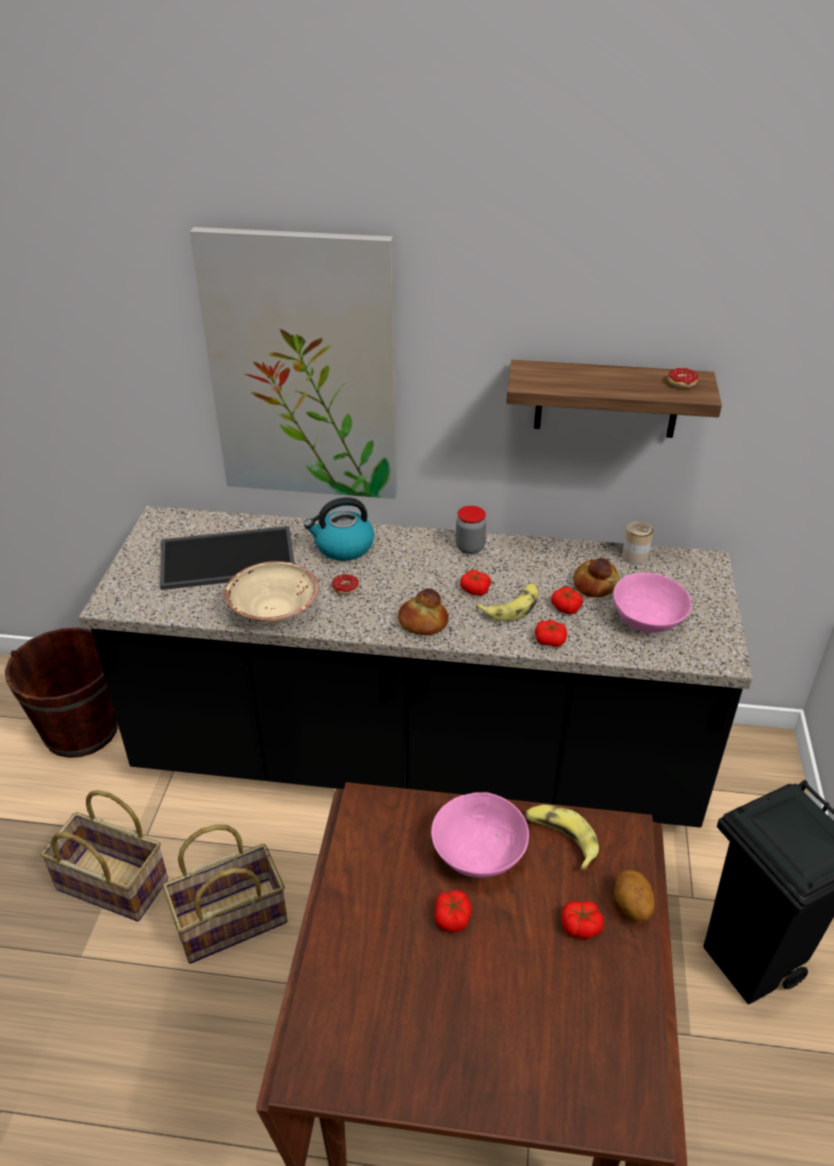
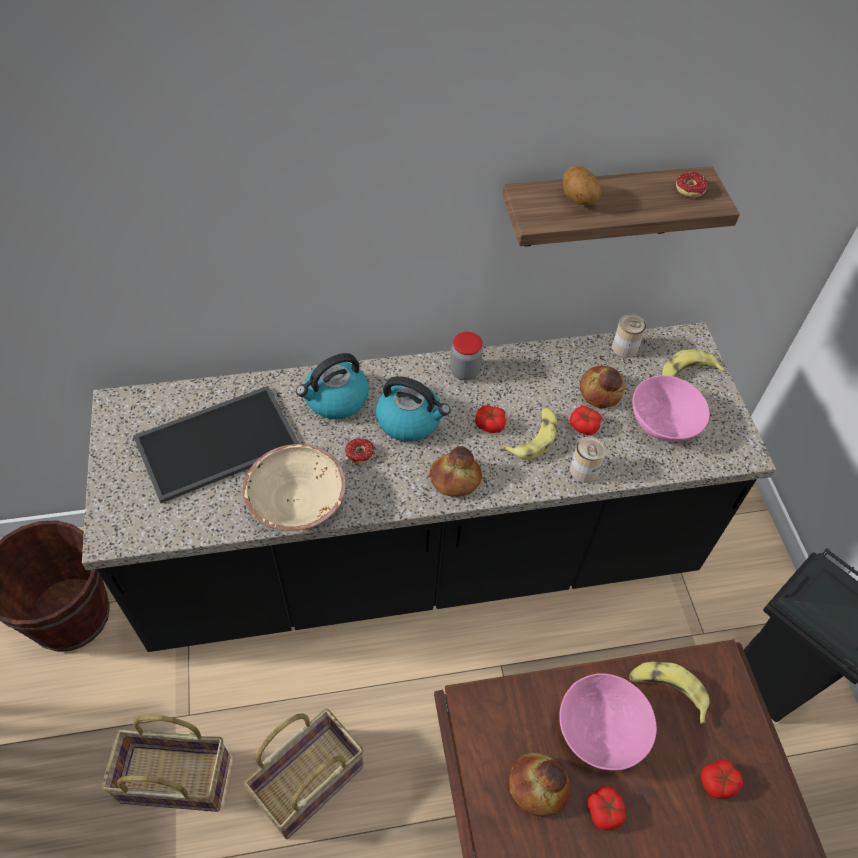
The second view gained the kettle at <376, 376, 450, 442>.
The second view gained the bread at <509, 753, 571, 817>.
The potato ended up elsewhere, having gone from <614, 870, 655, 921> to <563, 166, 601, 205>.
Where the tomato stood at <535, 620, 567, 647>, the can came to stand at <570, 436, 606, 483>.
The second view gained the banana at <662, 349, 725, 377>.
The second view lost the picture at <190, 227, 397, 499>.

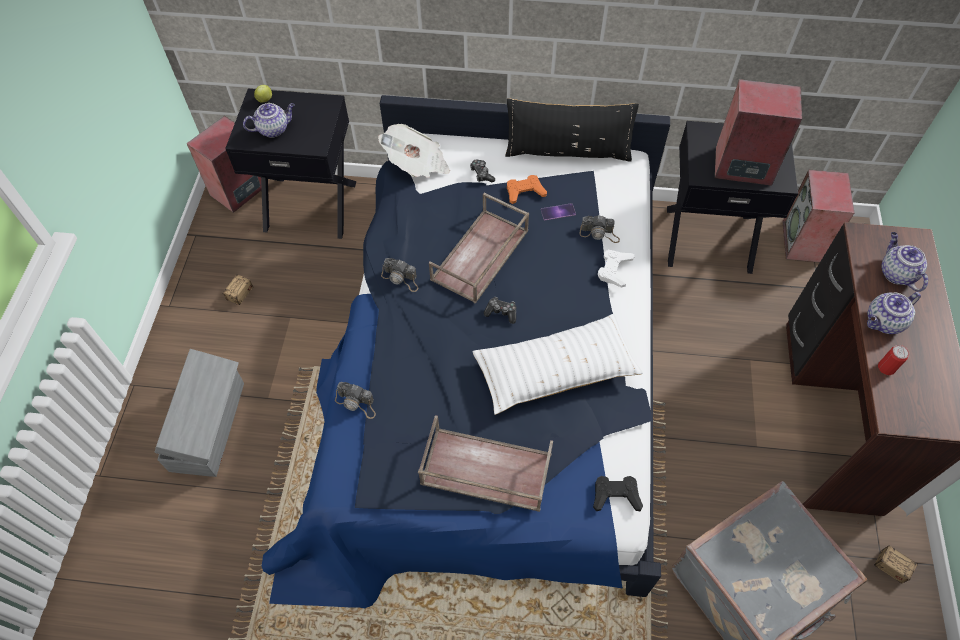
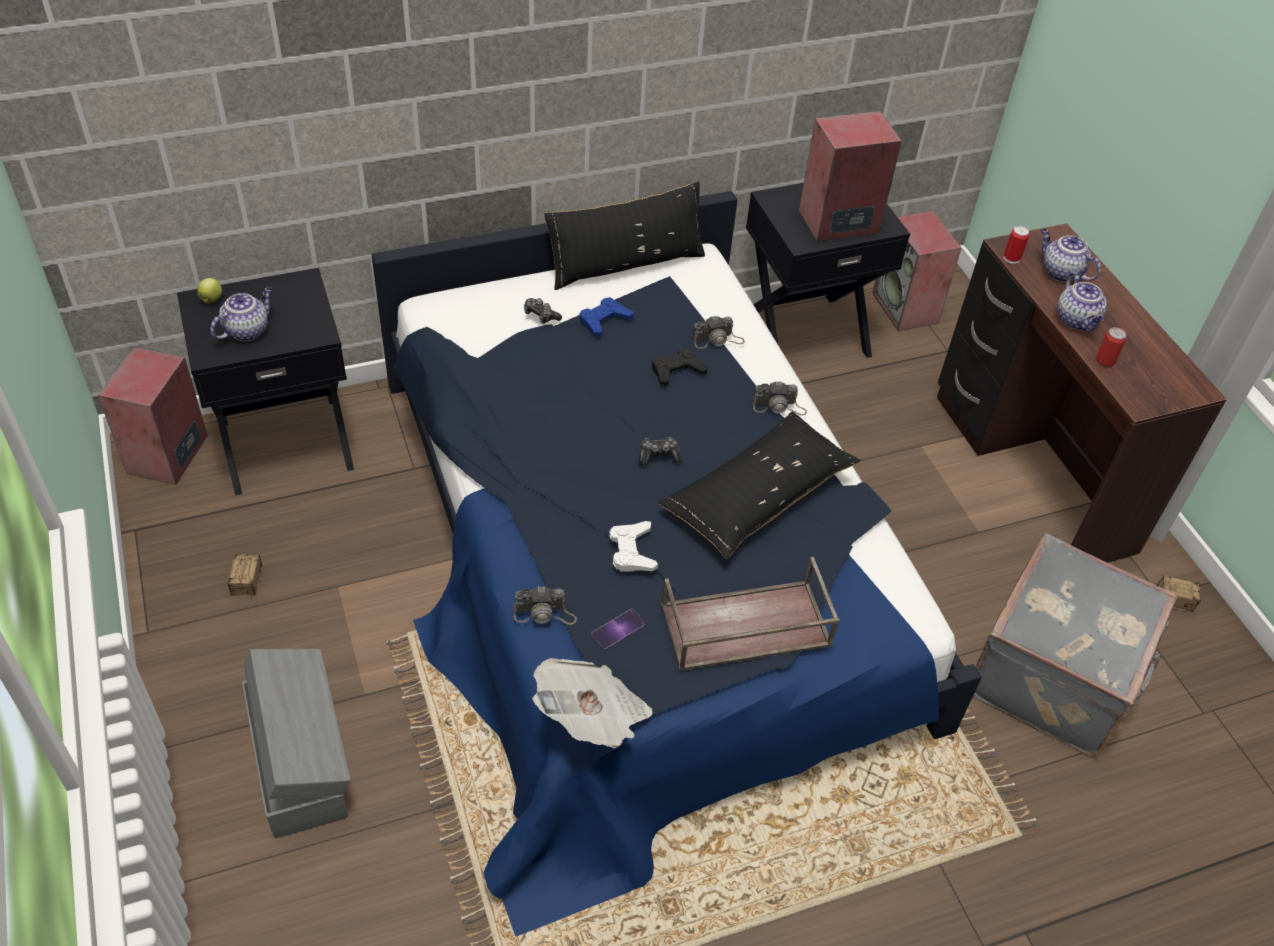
The newspaper ended up elsewhere, having gone from <378, 124, 450, 178> to <532, 658, 653, 748>.
What was the game controller/orange at <507, 175, 547, 204> turned into the game controller/blue at <580, 297, 634, 337>.
The phone ended up elsewhere, having gone from <541, 203, 576, 220> to <591, 609, 646, 650>.
The game controller/white ended up elsewhere, having gone from <598, 250, 635, 287> to <609, 521, 658, 572>.
The game controller/black ended up elsewhere, having gone from <593, 476, 643, 511> to <652, 348, 708, 386>.
What was the pillow/white at <473, 314, 643, 415> turned into the pillow/black at <658, 412, 860, 559>.
The photo camera ended up elsewhere, having gone from <381, 258, 418, 292> to <753, 382, 807, 416>.
The second view gained the can at <1004, 226, 1029, 264>.
The teapot at <867, 292, 921, 334> ended up facing another way, 45 degrees counterclockwise from before.
The second view lost the tray/brown at <429, 193, 529, 304>.

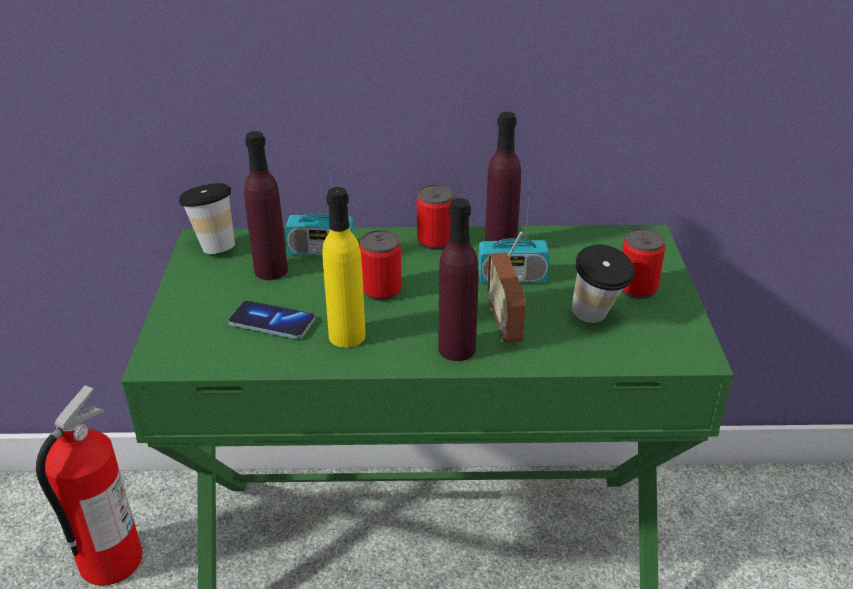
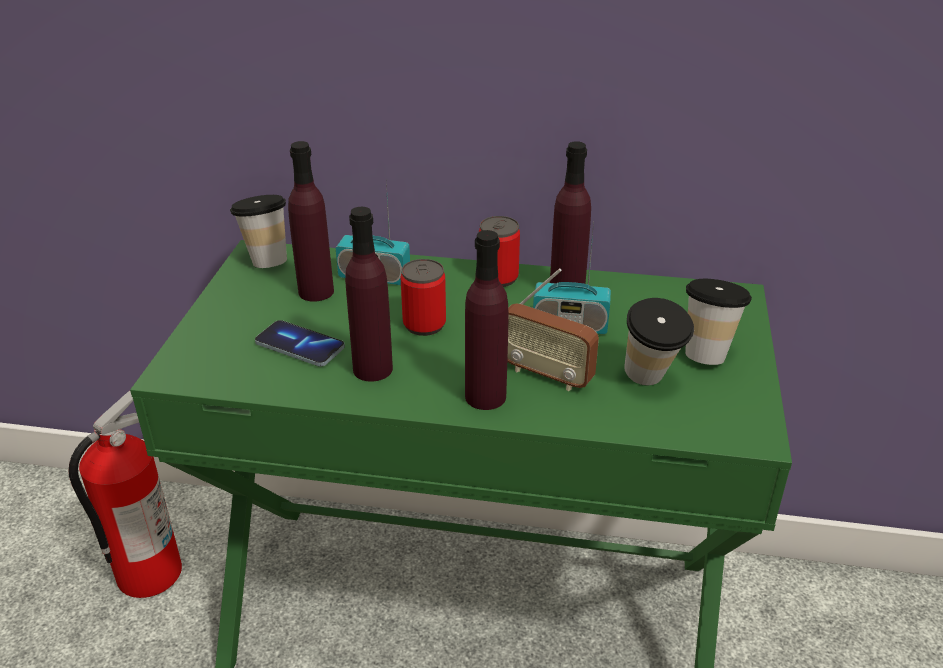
What was the bottle/yellow at <322, 187, 365, 348> turned into the bottle/purple at <345, 207, 393, 382>.
The radio at <487, 232, 526, 343> ended up facing another way, 60 degrees counterclockwise from before.
Where the can stood at <622, 228, 665, 299>, the cup came to stand at <685, 279, 752, 365>.

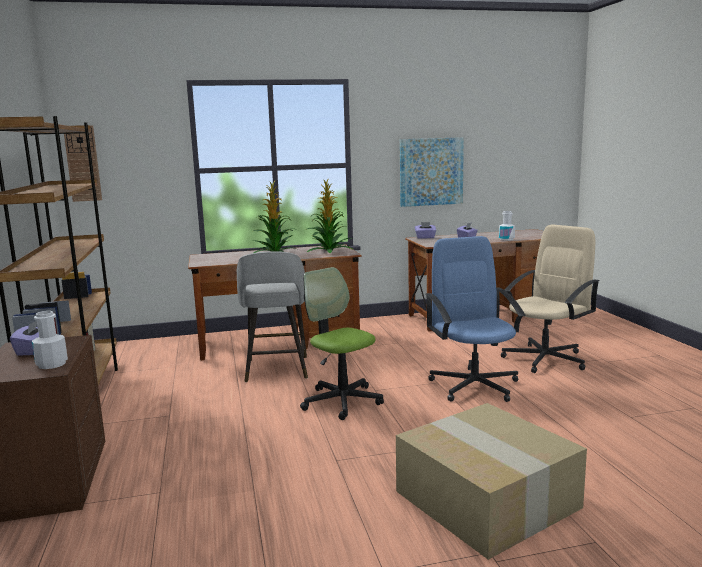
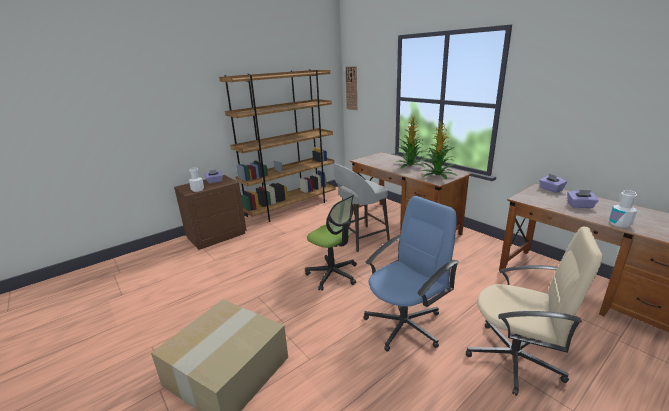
The office chair at <300, 267, 384, 420> ended up facing another way, 105 degrees clockwise from before.
The second view lost the picture at <400, 137, 464, 207>.

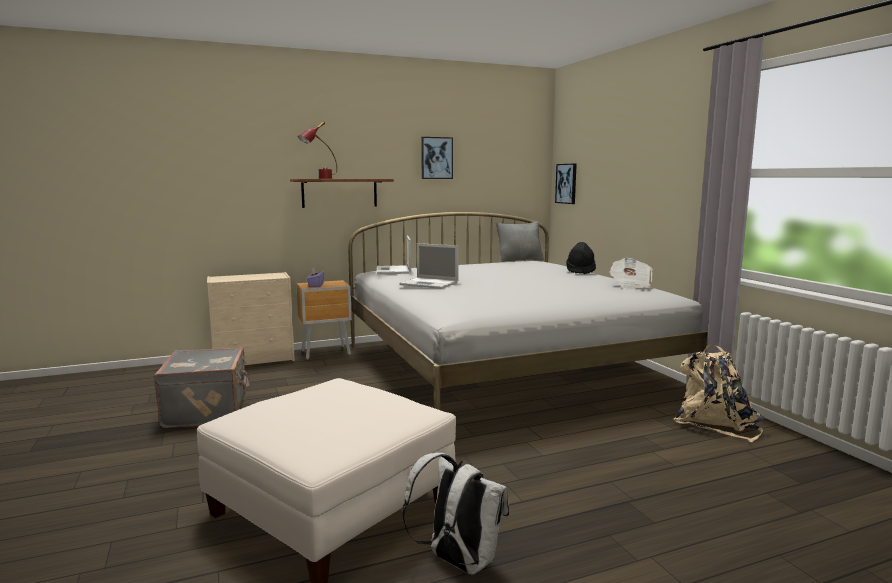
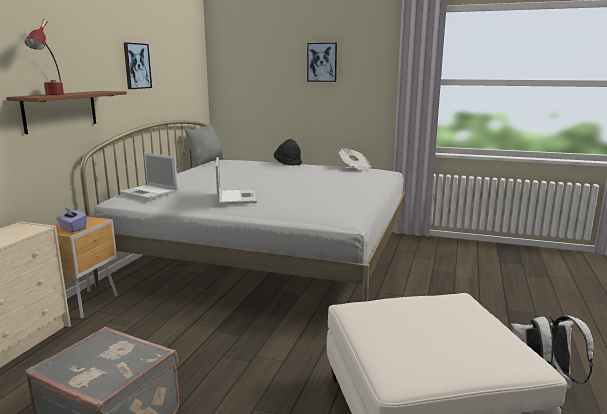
The laptop at <400, 243, 459, 289> ended up facing another way, 75 degrees counterclockwise from before.
The picture ended up elsewhere, having gone from <555, 164, 577, 204> to <307, 43, 337, 82>.
The second view lost the backpack/beige at <673, 344, 764, 442>.

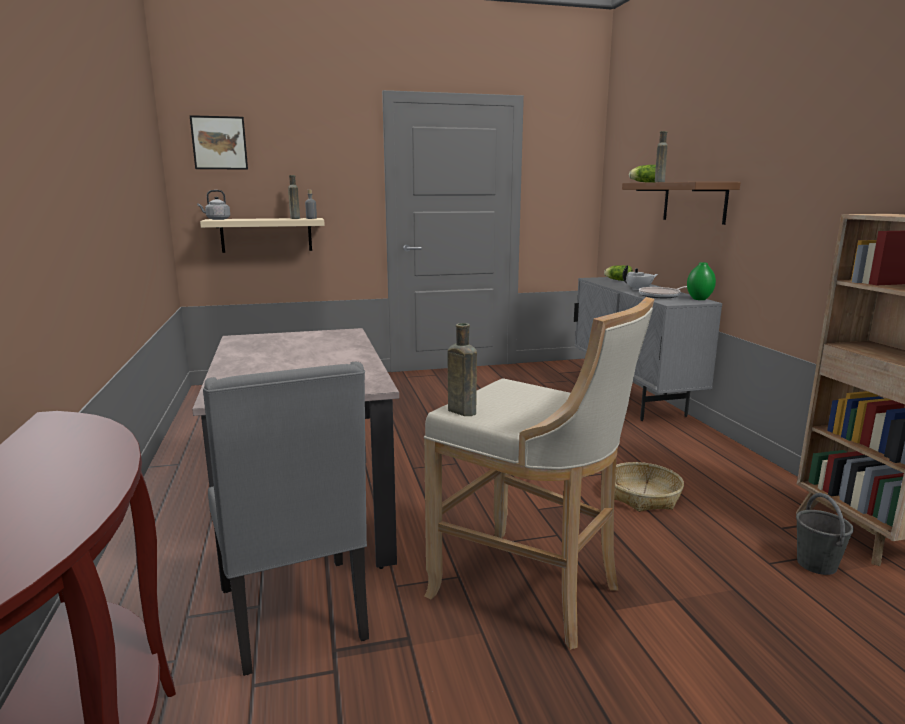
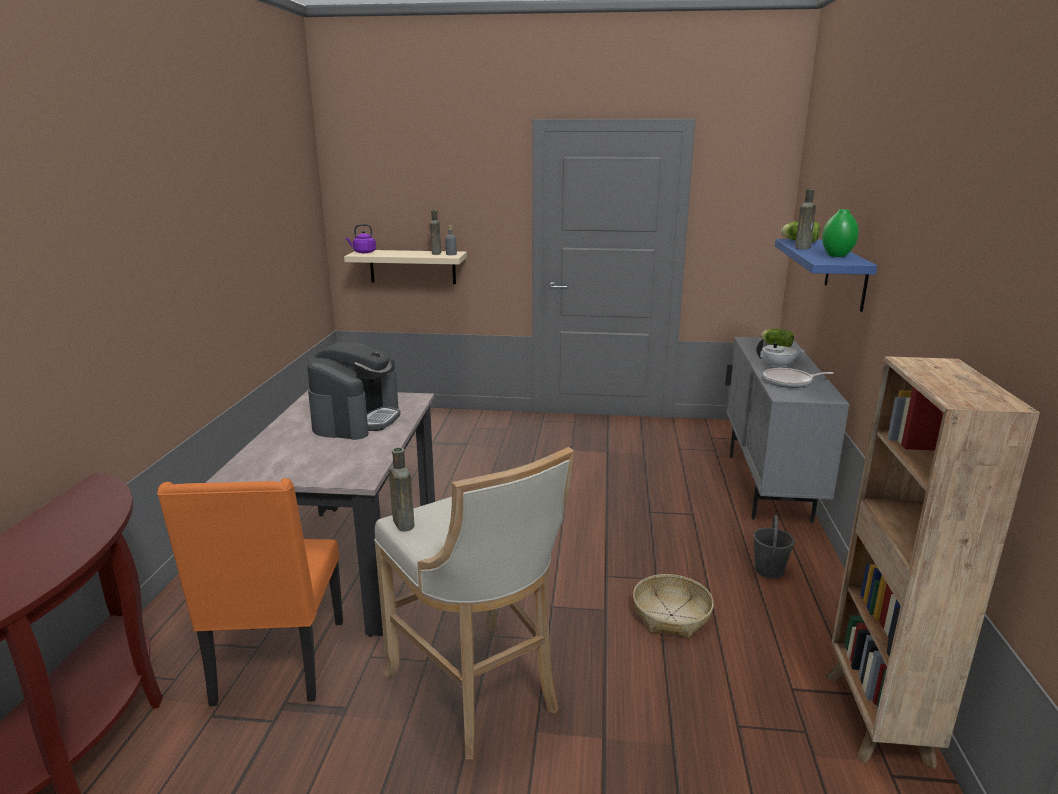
What was the chair/grey at <203, 362, 369, 676> turned into the chair/orange at <157, 478, 343, 706>.
The second view gained the coffee machine at <307, 342, 400, 440>.
What was the kettle/grey at <197, 190, 230, 220> turned into the kettle/purple at <346, 224, 376, 253>.
The bucket/grey ended up elsewhere, having gone from <796, 493, 854, 575> to <753, 515, 795, 578>.
What was the shelf/brown at <622, 182, 741, 225> turned into the shelf/blue at <775, 239, 877, 312>.
The vase/green ended up elsewhere, having gone from <687, 262, 716, 300> to <822, 209, 859, 257>.
The second view lost the picture at <190, 115, 248, 170>.

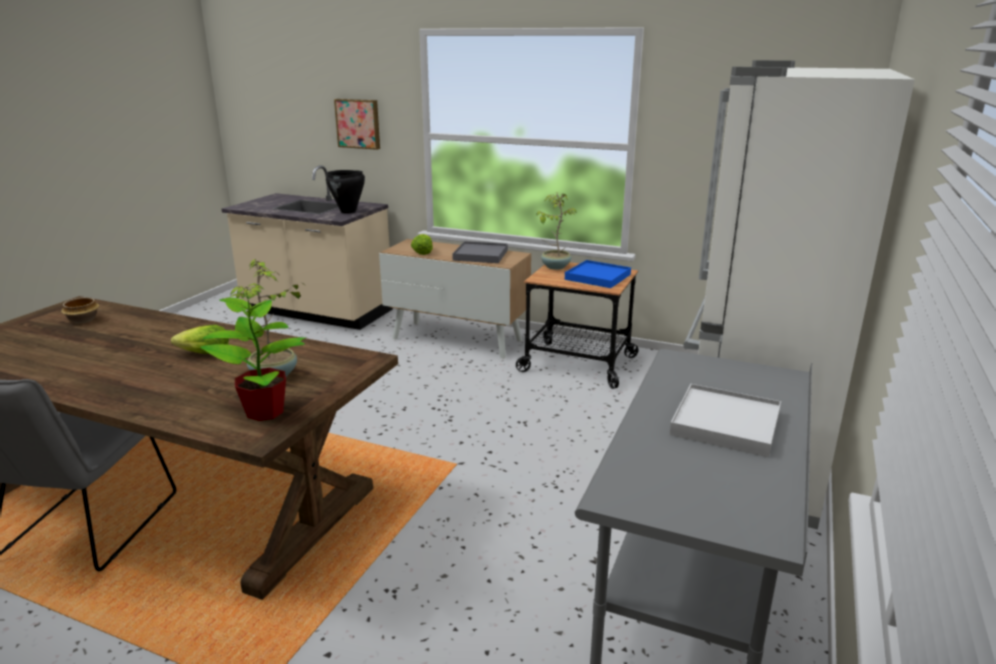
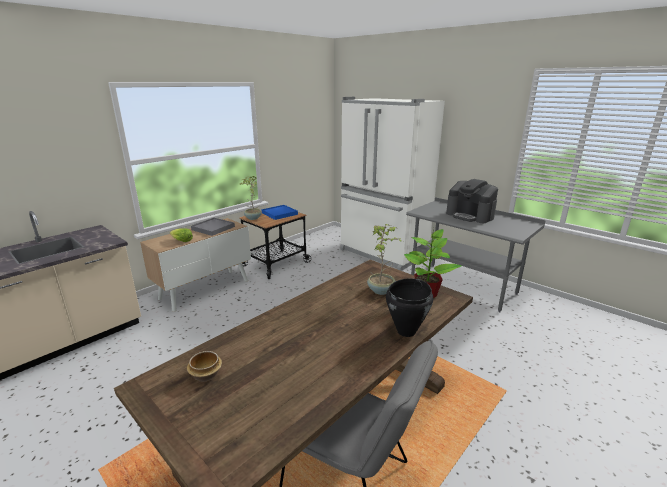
The cooking pot/black ended up elsewhere, having gone from <326, 170, 365, 214> to <386, 278, 433, 337>.
Where the tray/white stood at <669, 384, 781, 457>, the coffee machine came to stand at <446, 179, 498, 223>.
The second view lost the lettuce at <171, 325, 229, 354>.
The second view lost the picture at <334, 99, 380, 150>.

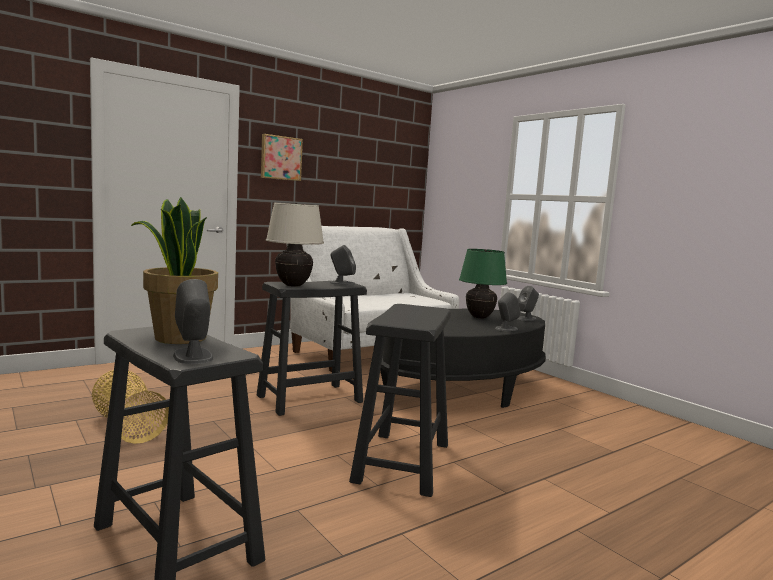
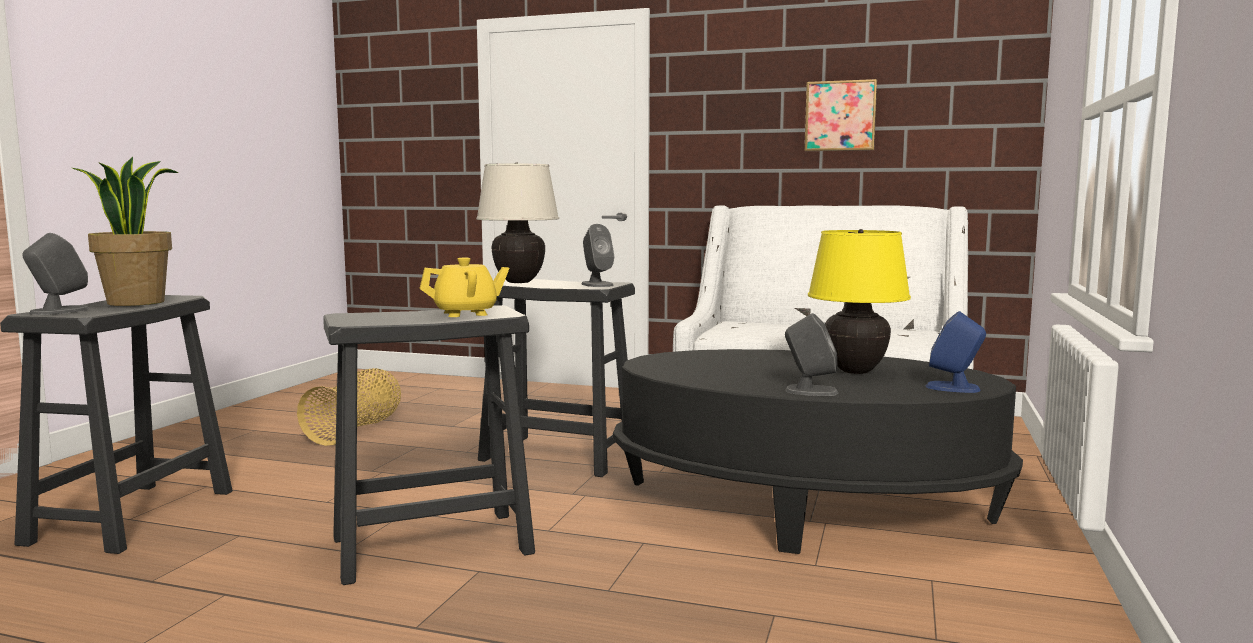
The second view gained the teapot/yellow at <420, 257, 509, 317>.
The picture ended up elsewhere, having gone from <261, 134, 303, 181> to <805, 79, 877, 151>.
What was the table lamp/green at <459, 249, 507, 319> turned into the table lamp/yellow at <808, 229, 911, 374>.
What was the speaker/grey at <518, 286, 539, 321> turned into the speaker/blue at <926, 311, 986, 393>.

